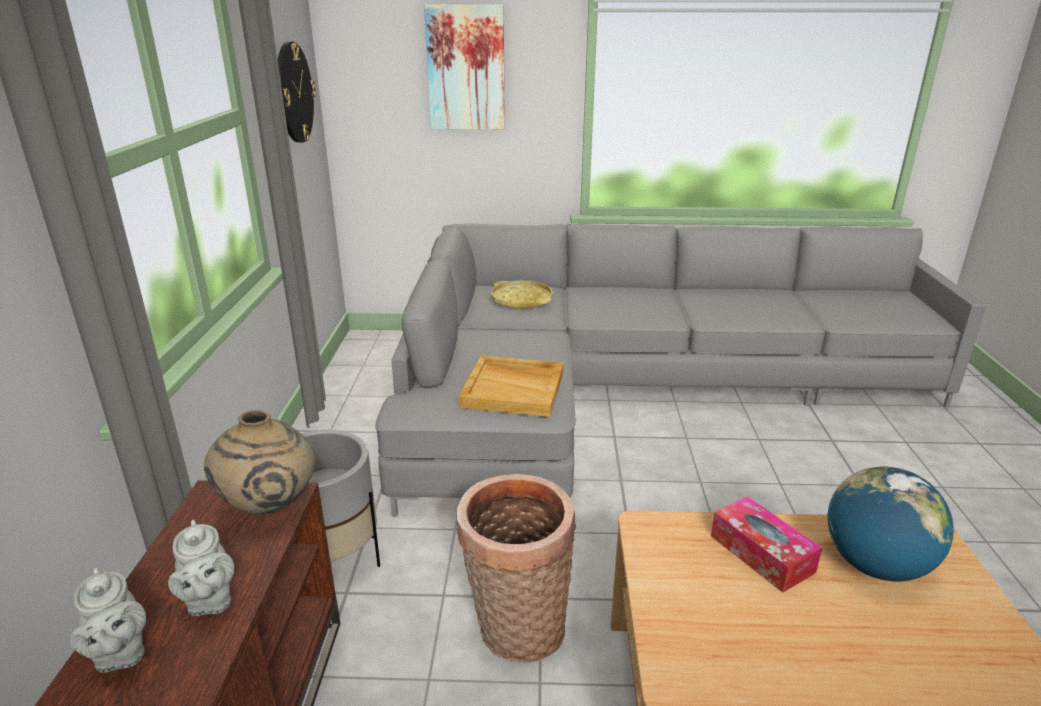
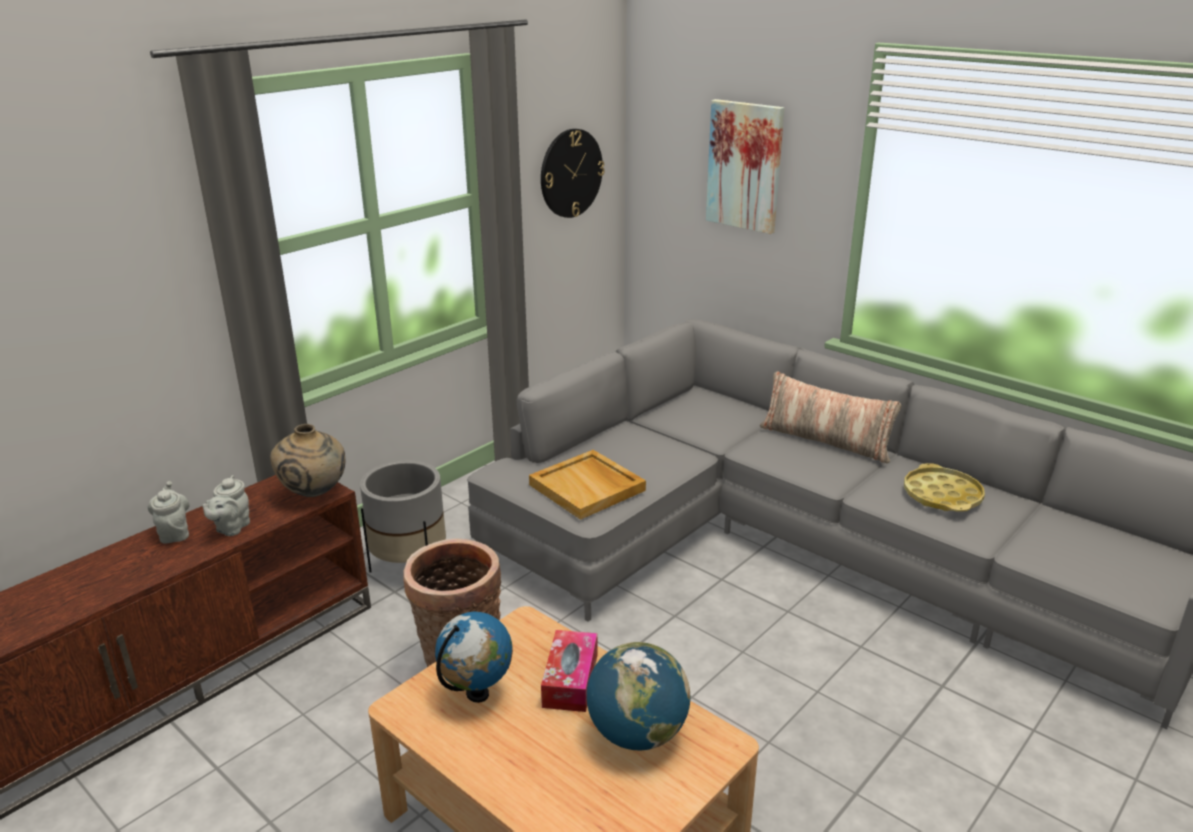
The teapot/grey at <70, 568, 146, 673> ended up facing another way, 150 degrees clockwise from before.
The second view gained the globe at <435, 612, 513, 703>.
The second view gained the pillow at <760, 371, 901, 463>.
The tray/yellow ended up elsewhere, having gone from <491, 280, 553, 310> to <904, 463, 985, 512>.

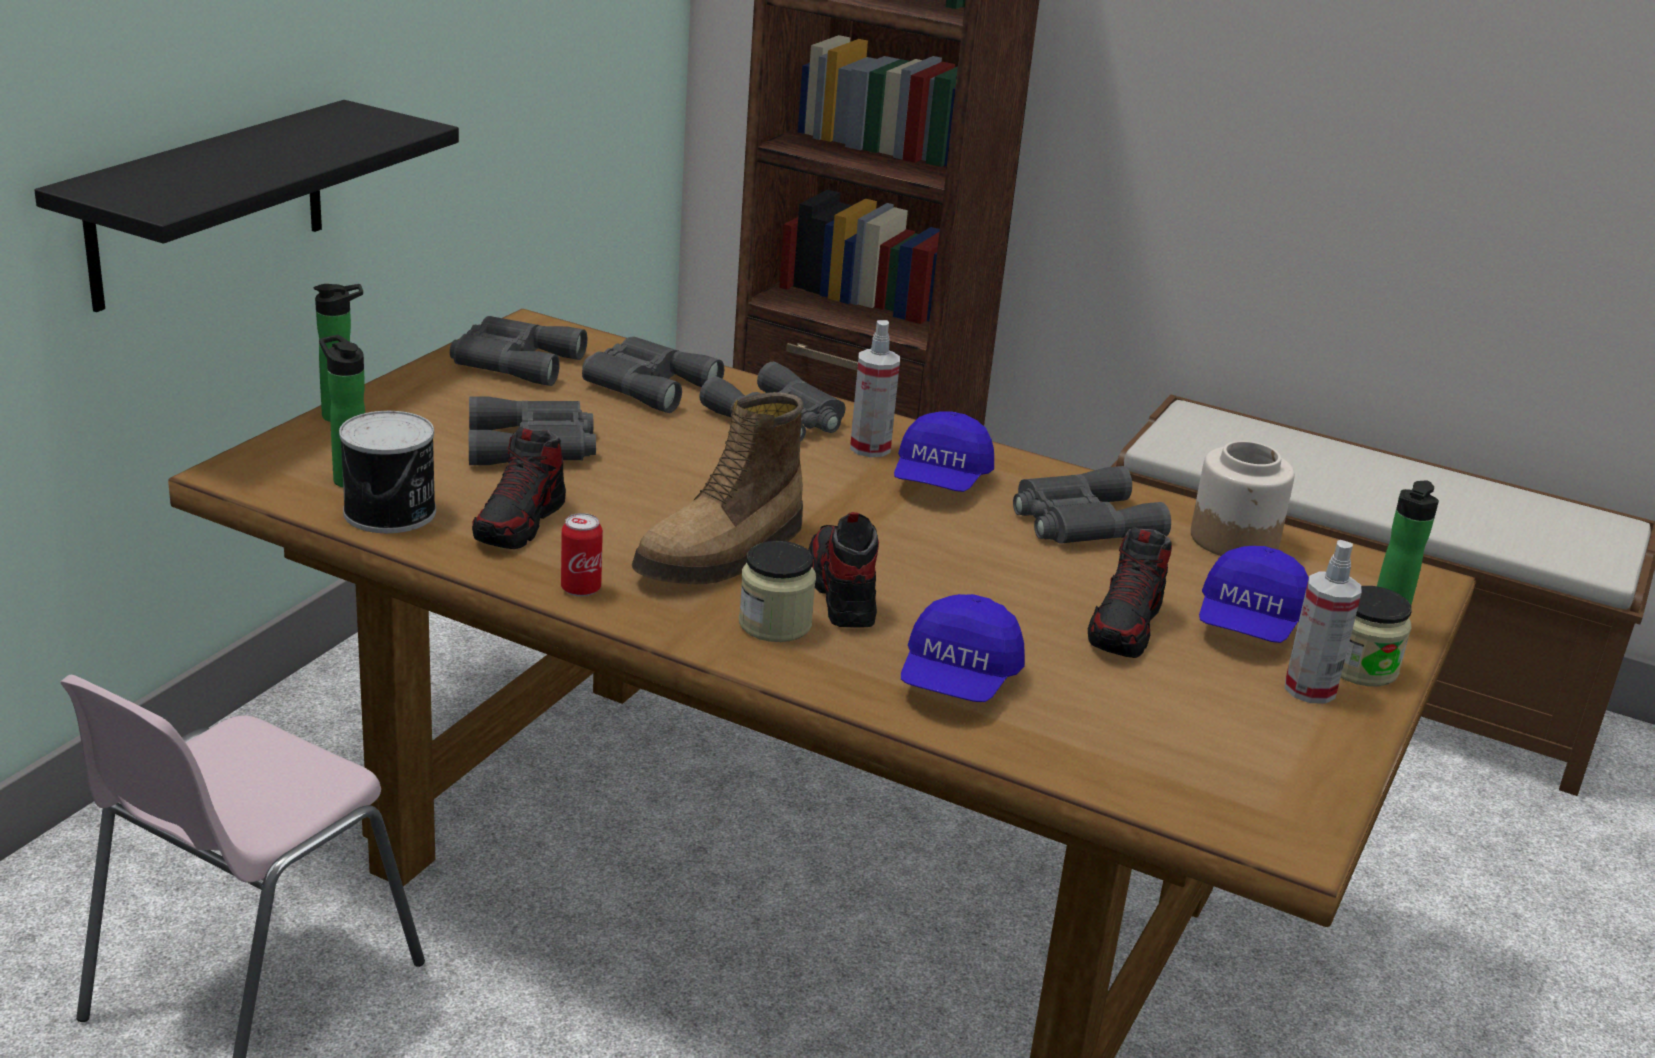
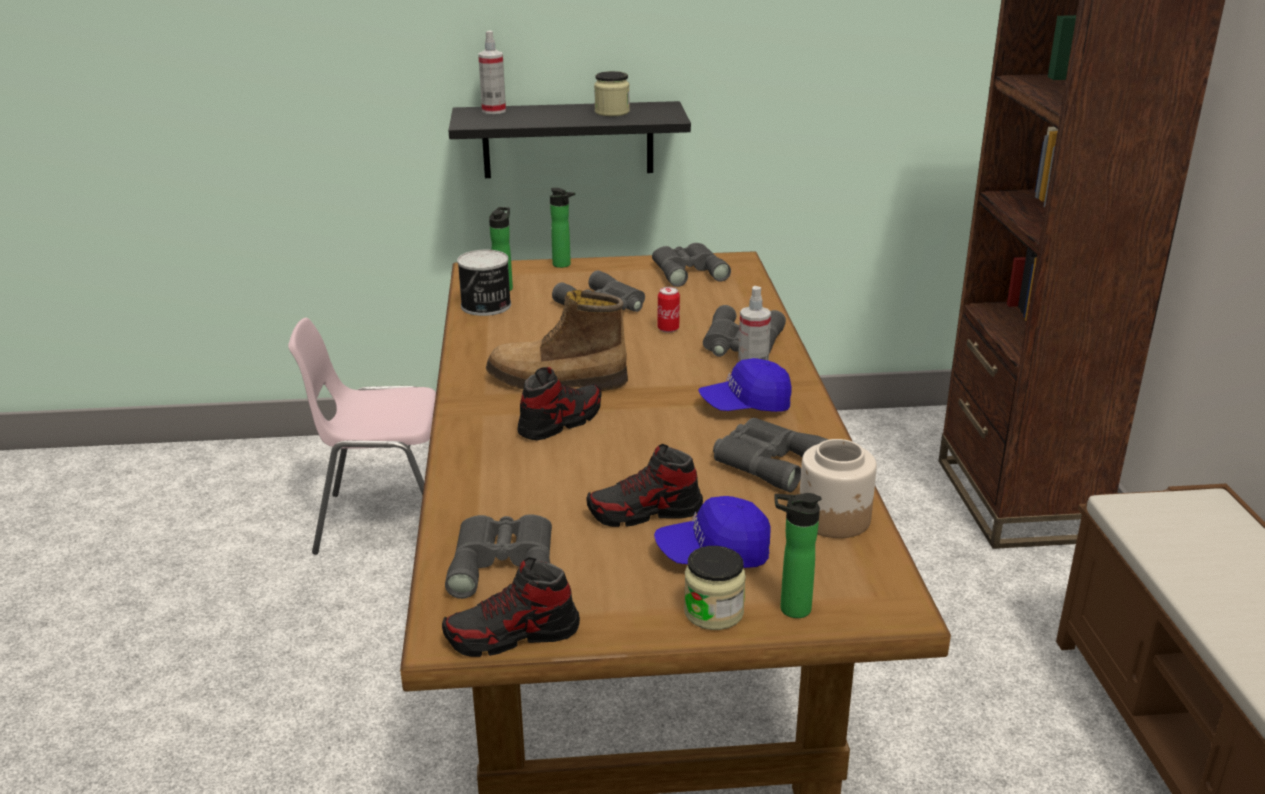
The shoe ended up elsewhere, having gone from <472, 426, 566, 549> to <442, 557, 580, 657>.
The binoculars/grey ended up elsewhere, having gone from <582, 337, 724, 413> to <445, 514, 552, 599>.
The spray bottle ended up elsewhere, having gone from <1285, 540, 1362, 704> to <478, 31, 506, 114>.
The jar ended up elsewhere, having gone from <739, 541, 816, 642> to <594, 71, 630, 116>.
The can ended up elsewhere, having gone from <561, 513, 603, 597> to <657, 287, 680, 333>.
The second view lost the cap/blue at <901, 594, 1025, 702>.

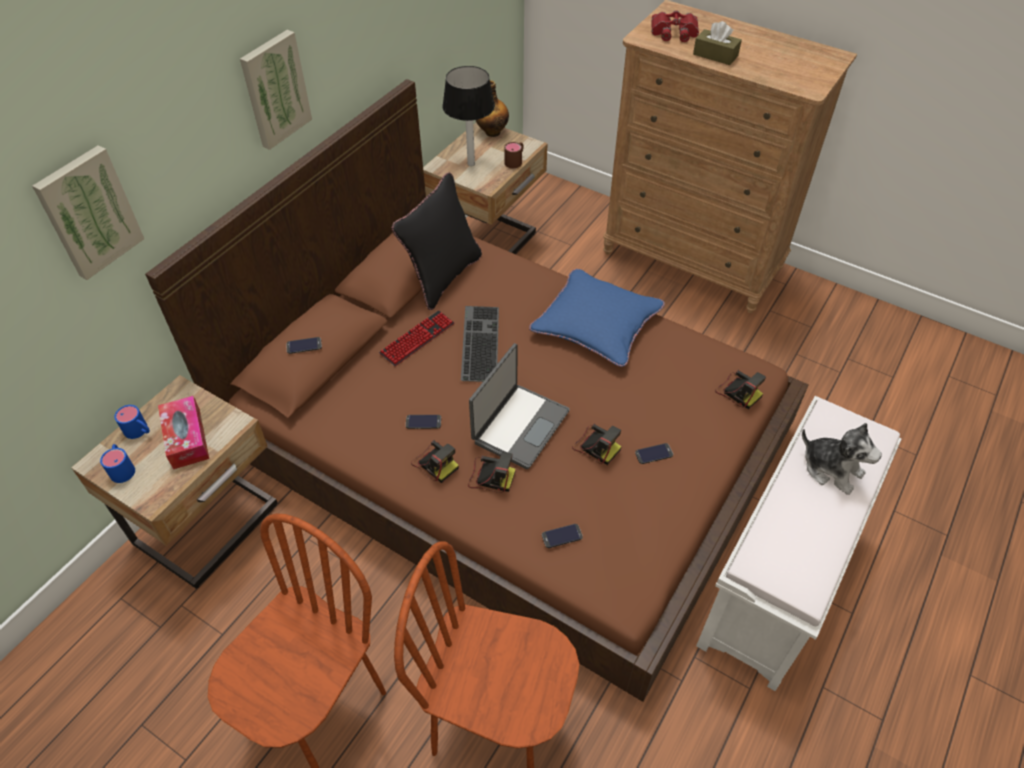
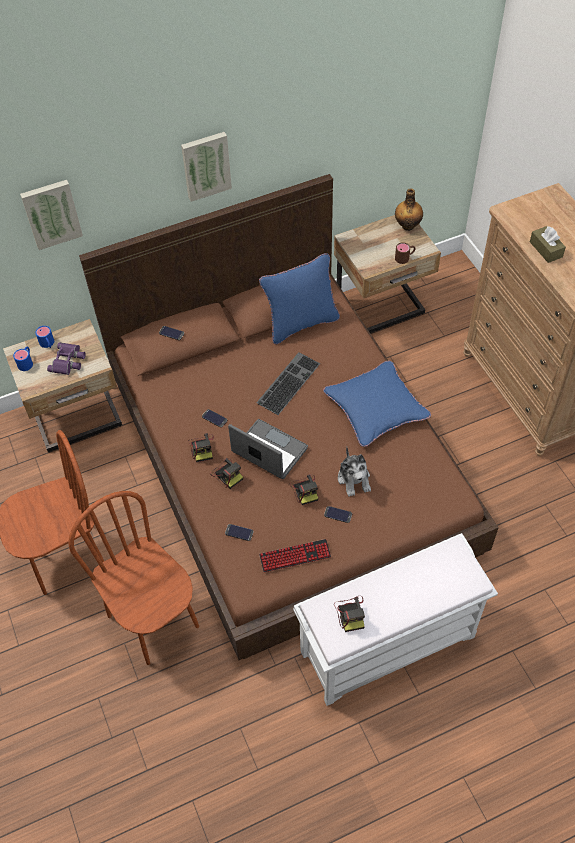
Where the tissue box stood at <158, 396, 209, 469>, the binoculars/purple came to stand at <47, 342, 86, 375>.
The laptop at <469, 343, 570, 469> ended up facing another way, 120 degrees counterclockwise from before.
What was the pillow/black at <392, 173, 482, 310> turned into the pillow/blue at <259, 253, 340, 344>.
The keyboard ended up elsewhere, having gone from <379, 310, 454, 366> to <259, 539, 331, 572>.
The photo camera ended up elsewhere, having gone from <715, 370, 766, 409> to <334, 596, 365, 632>.
The plush toy ended up elsewhere, having gone from <802, 423, 882, 495> to <338, 447, 371, 497>.
The second view lost the table lamp at <442, 66, 495, 166>.
The second view lost the binoculars/red at <651, 10, 699, 42>.

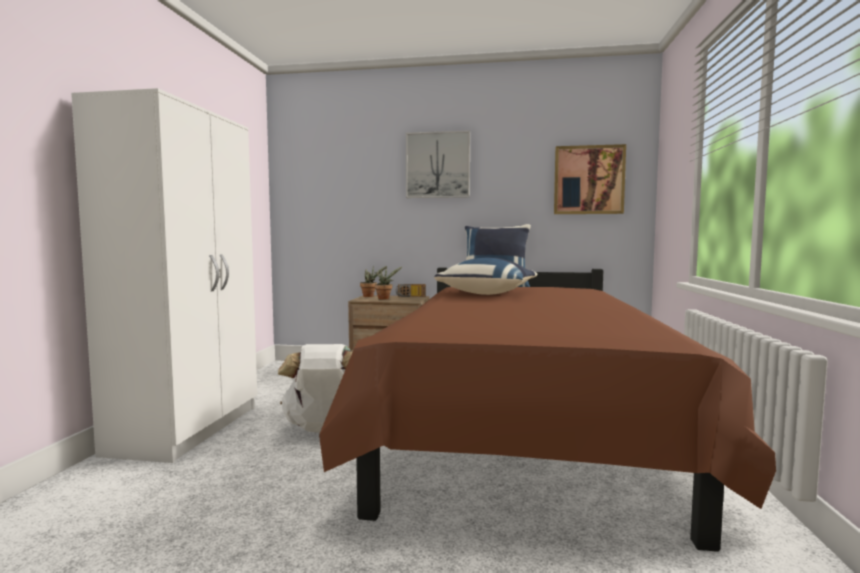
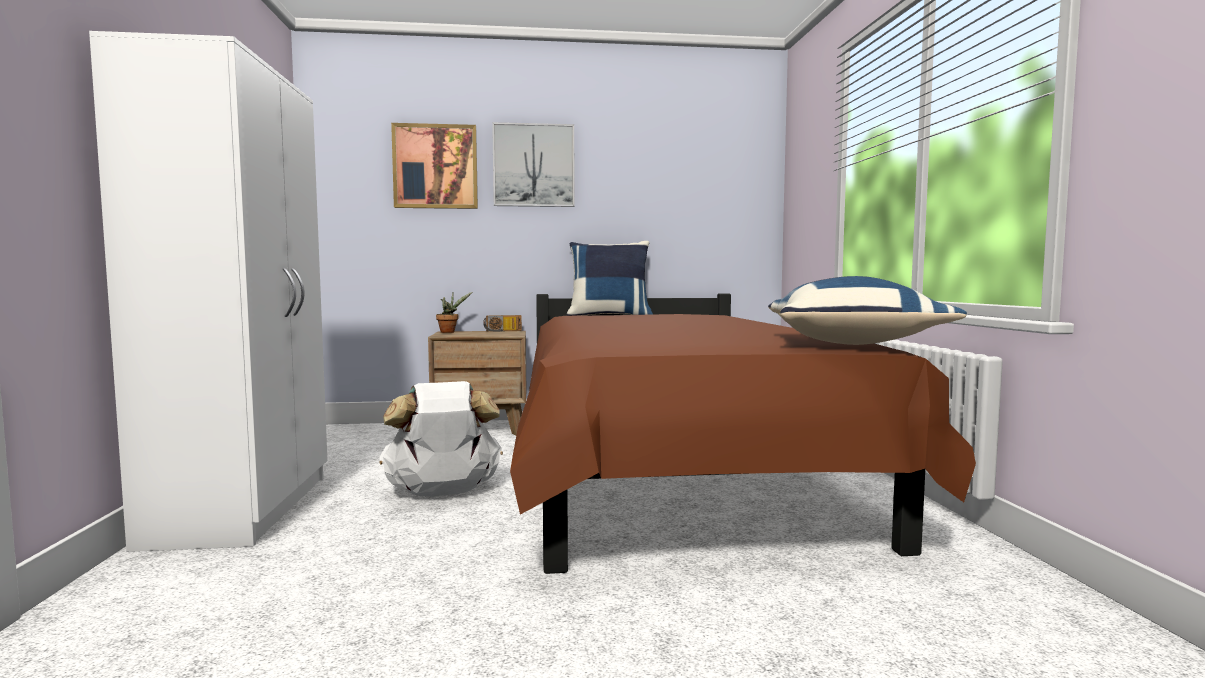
The picture ended up elsewhere, having gone from <554, 144, 626, 214> to <391, 123, 478, 209>.
The pillow/blue ended up elsewhere, having gone from <434, 257, 537, 295> to <768, 276, 967, 345>.
The second view lost the potted plant at <374, 266, 403, 300>.

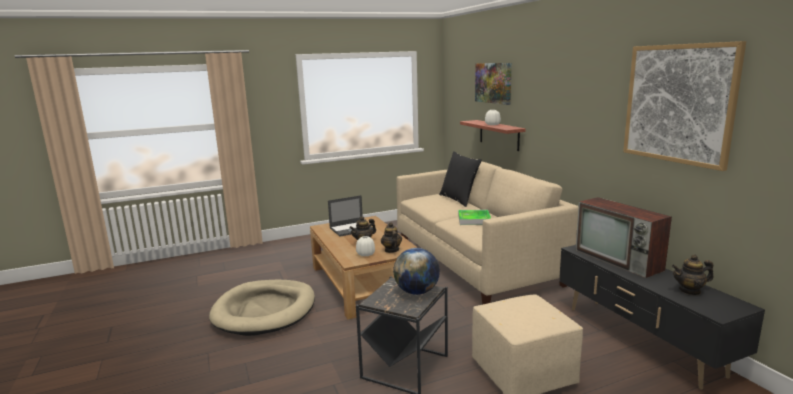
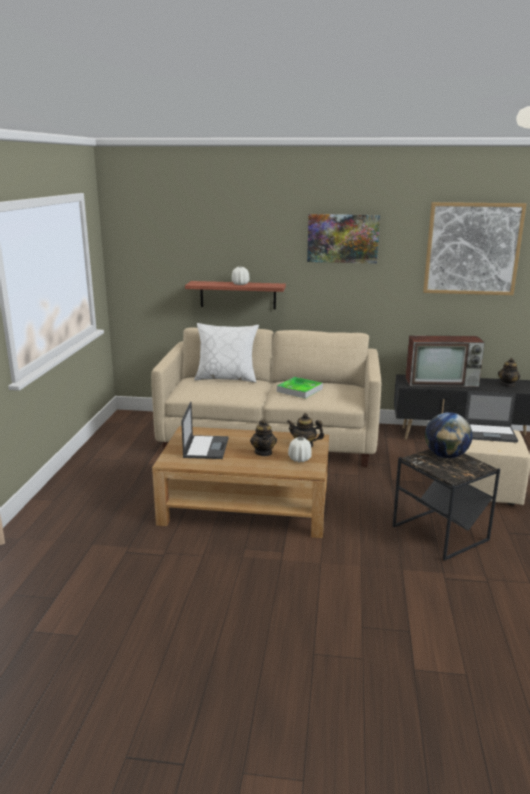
What was the pillow/black at <439, 151, 482, 207> turned into the pillow/white at <194, 323, 259, 383>.
The picture ended up elsewhere, having gone from <475, 63, 512, 105> to <307, 214, 380, 264>.
The second view gained the laptop at <465, 391, 518, 443>.
The second view lost the dog bed/beige at <209, 280, 315, 336>.

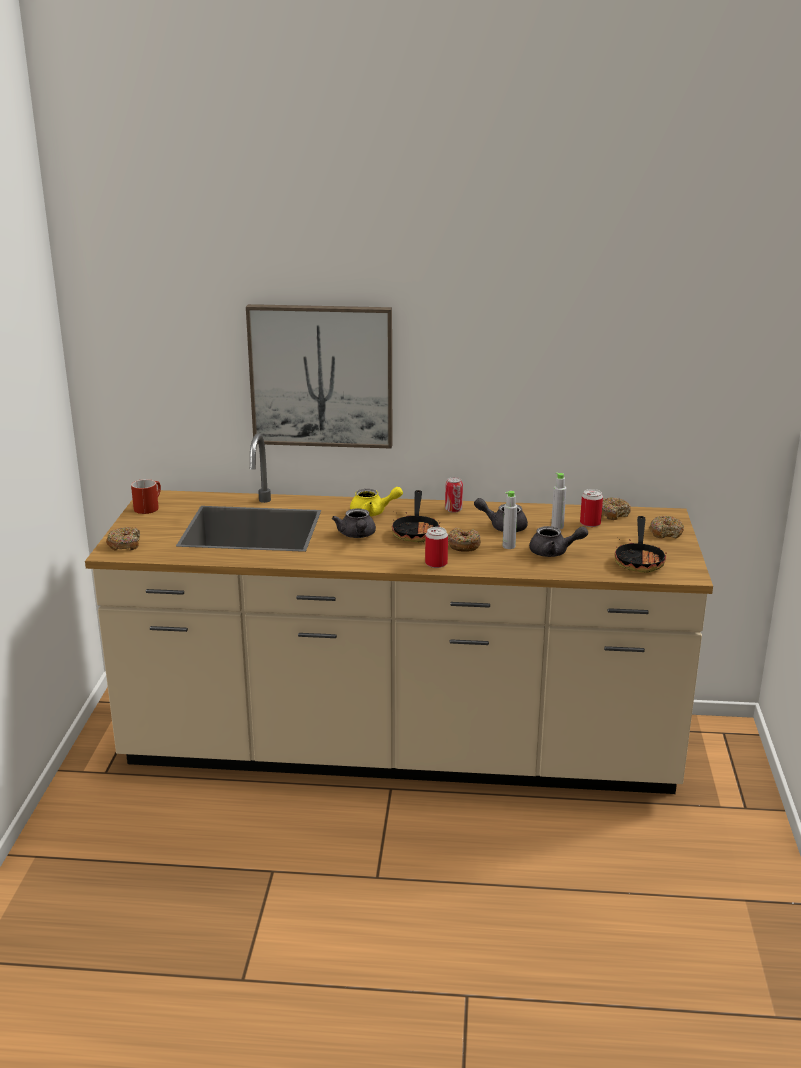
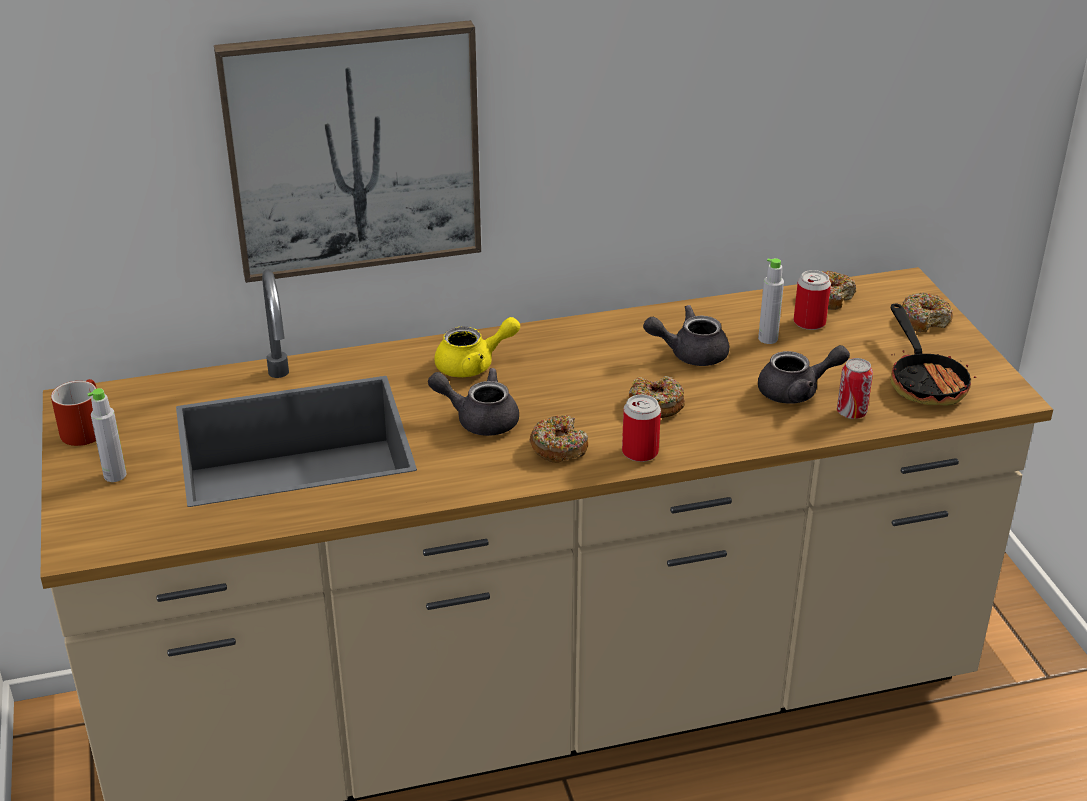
The bottle/grey ended up elsewhere, having gone from <503, 491, 517, 549> to <87, 388, 127, 482>.
The teapot/grey at <332, 508, 376, 538> ended up facing another way, 135 degrees clockwise from before.
The donut ended up elsewhere, having gone from <106, 527, 140, 551> to <529, 415, 588, 463>.
The can ended up elsewhere, having gone from <445, 477, 463, 513> to <837, 358, 873, 419>.
The second view lost the frying pan at <392, 490, 440, 542>.

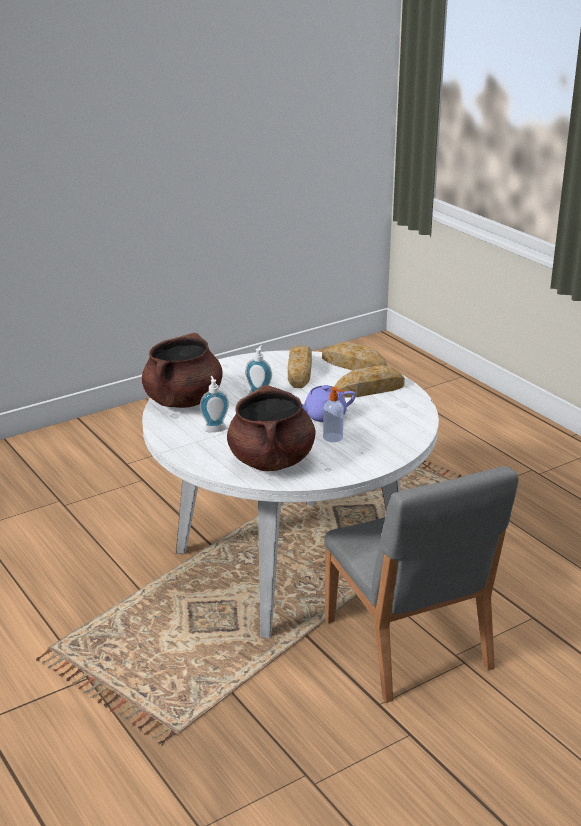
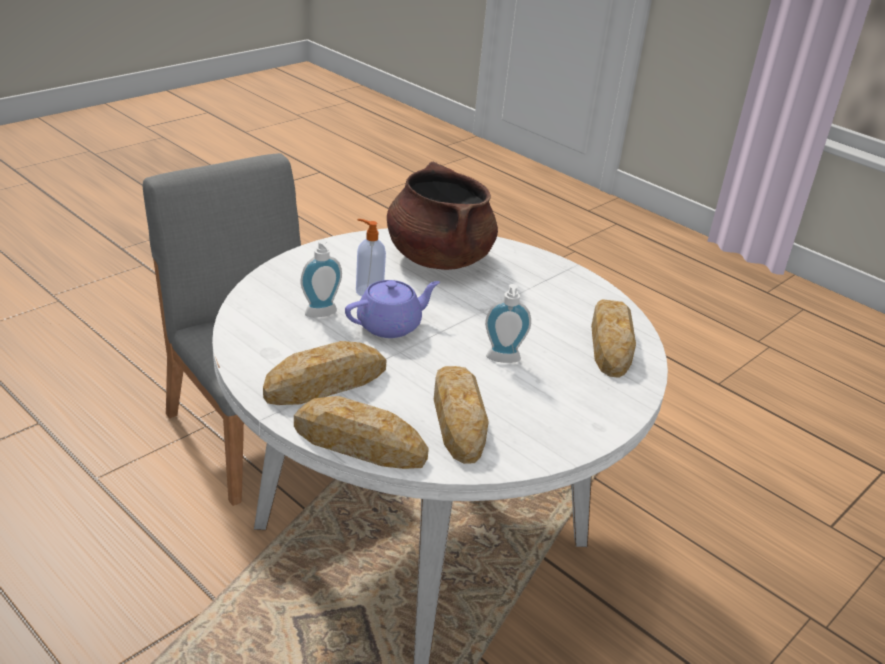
The soap dispenser ended up elsewhere, having gone from <200, 376, 229, 432> to <301, 240, 342, 317>.
Where the cooking pot/brown stood at <142, 333, 222, 408>, the bread came to stand at <591, 299, 636, 378>.

